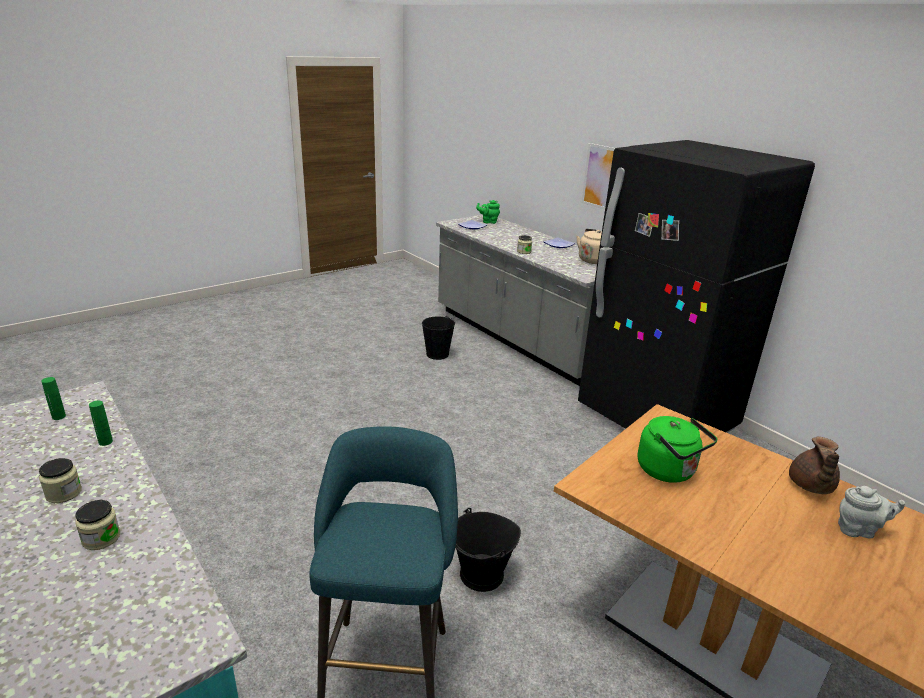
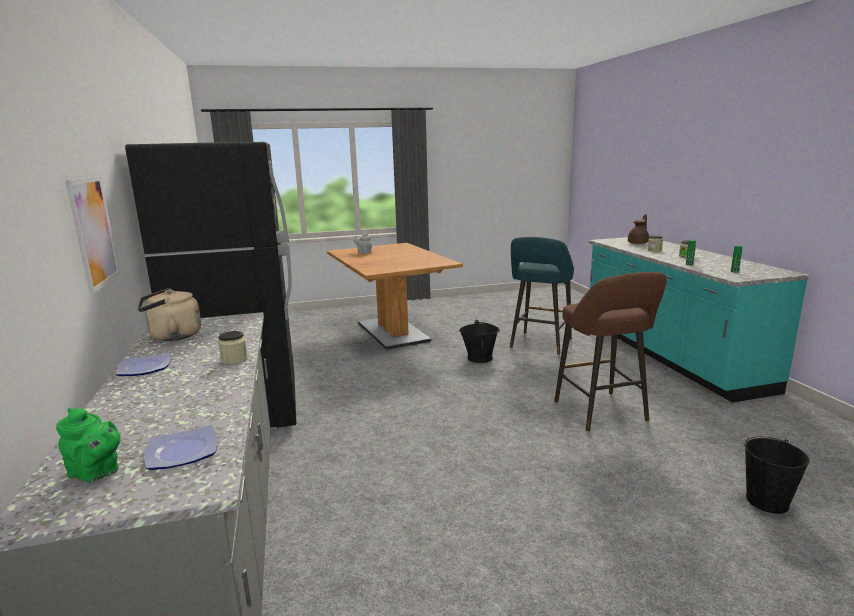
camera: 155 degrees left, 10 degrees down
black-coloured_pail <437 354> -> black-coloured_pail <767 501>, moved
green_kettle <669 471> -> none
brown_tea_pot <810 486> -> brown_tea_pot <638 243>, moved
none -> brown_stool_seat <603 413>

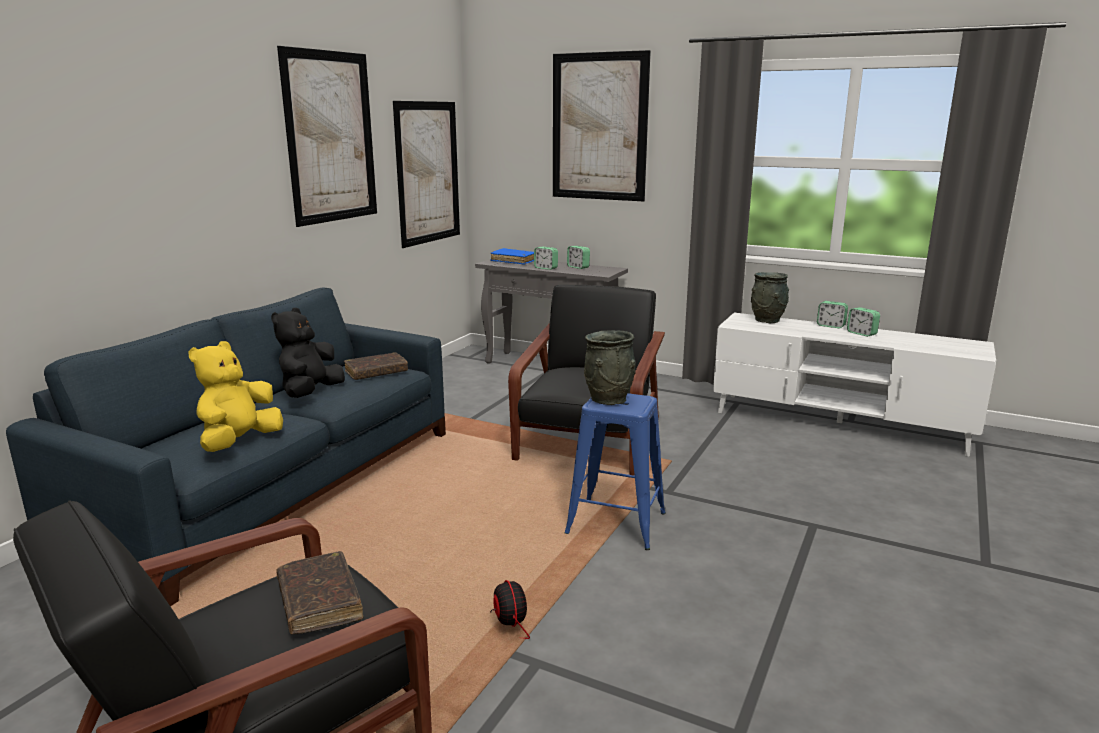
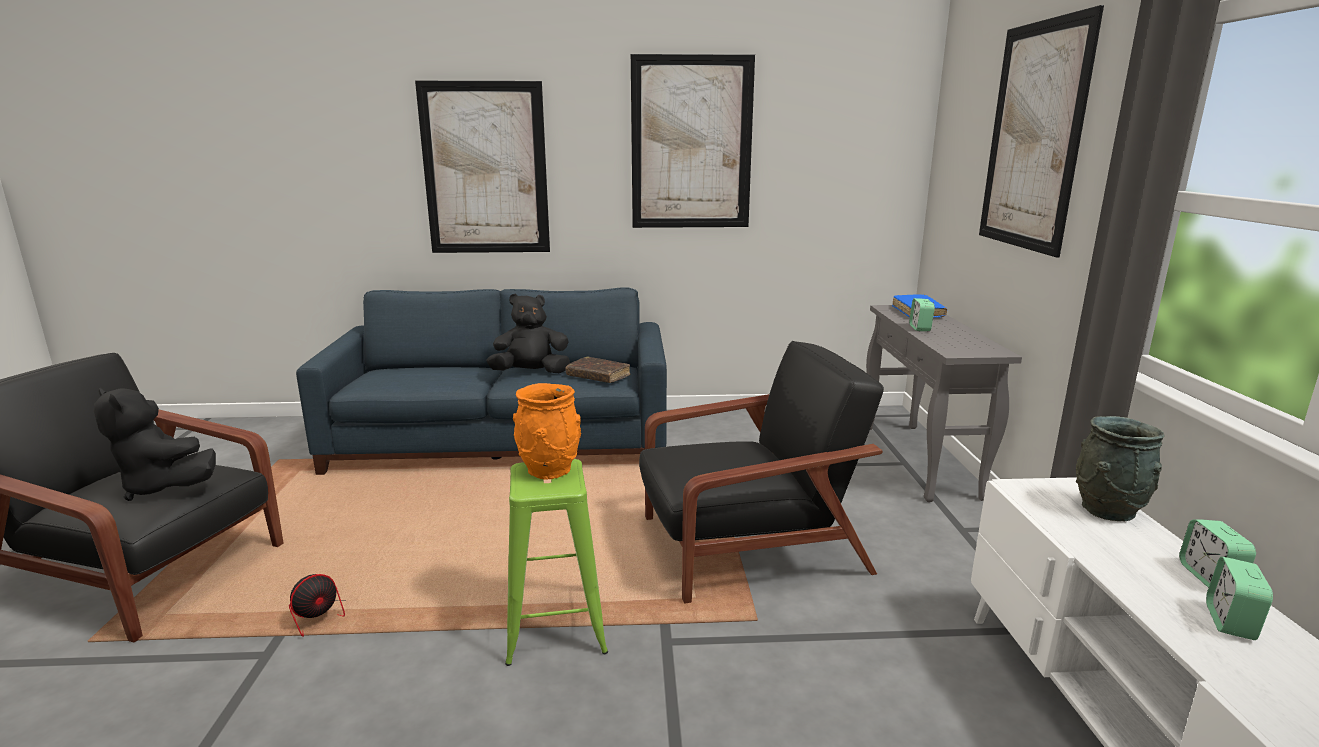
camera: 60 degrees right, 0 degrees up
yellowish_plush_toy <239 442> -> none
brown_book <319 602> -> black-coloured_plush_toy <164 487>
picture <428 173> -> picture <485 169>, moved
blue-coloured_stool_seat <617 524> -> green_stool_seat <555 625>
bedside_clock <578 267> -> none
gray_vase <609 399> -> orangey_vase <550 470>

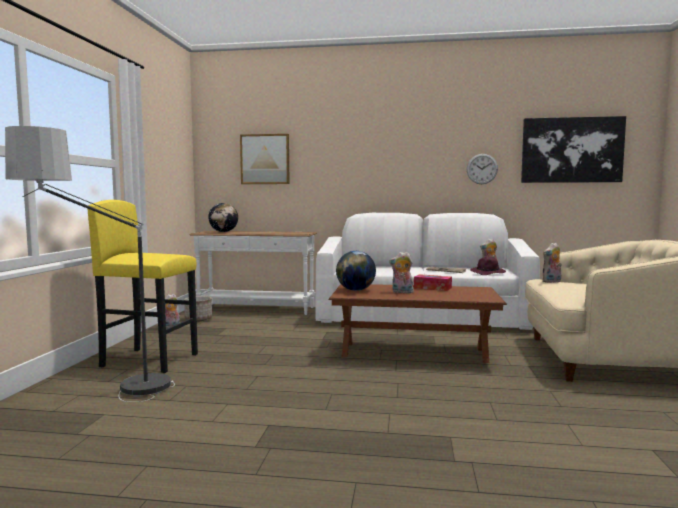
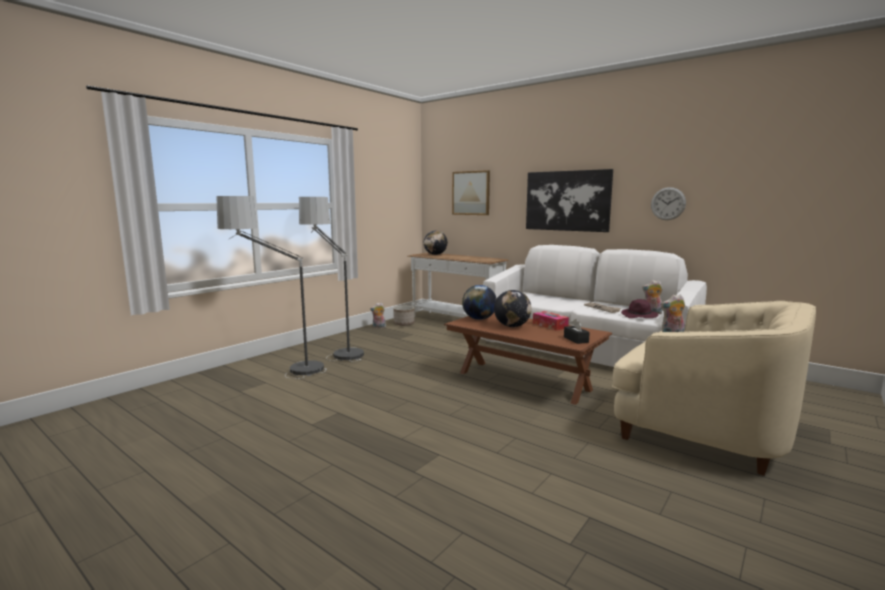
camera: 30 degrees right, 5 degrees up
yellowish_stool_seat <150 360> -> standard_lamp <334 351>
plush_toy <401 292> -> world_globe <512 326>
picture <571 150> -> picture <567 201>, moved
none -> black-coloured_box_of_tissues <576 339>

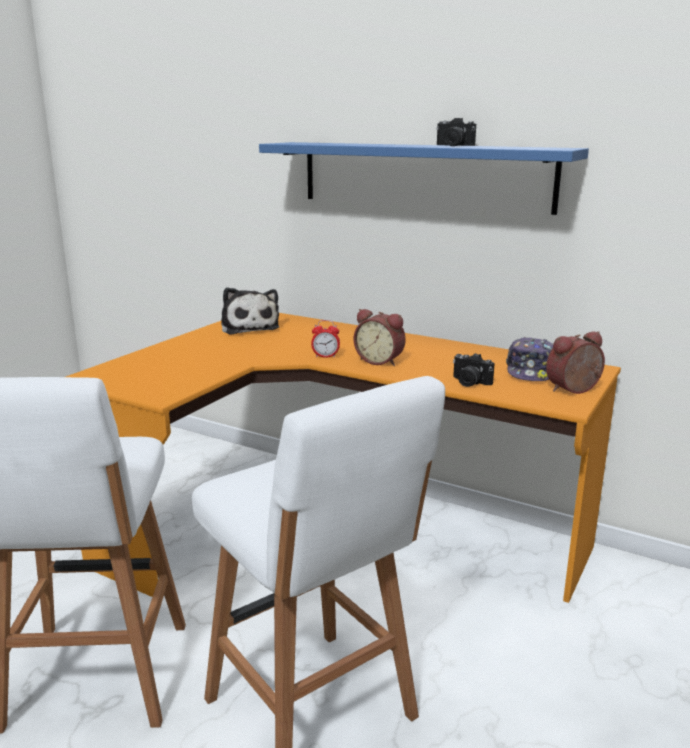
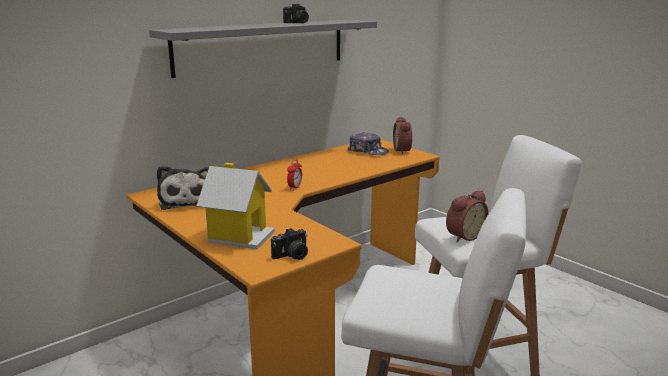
camera: 70 degrees left, 0 degrees up
plush_toy <249 327> -> plush_toy <186 201>, 75 degrees clockwise
blue-coloured_wall_shelf <422 175> -> gray_wall_shelf <263 46>
bedside_clock <380 361> -> bedside_clock <463 236>, moved
photo_camera <469 382> -> photo_camera <292 256>, moved
none -> toy_house <239 236>

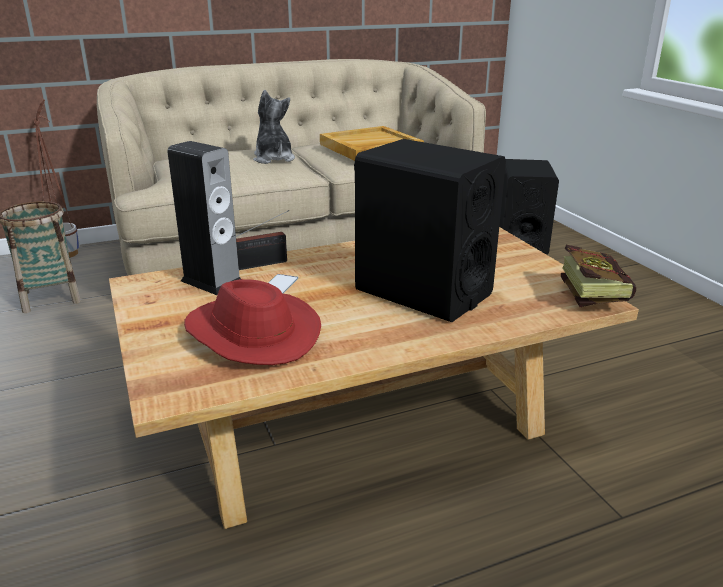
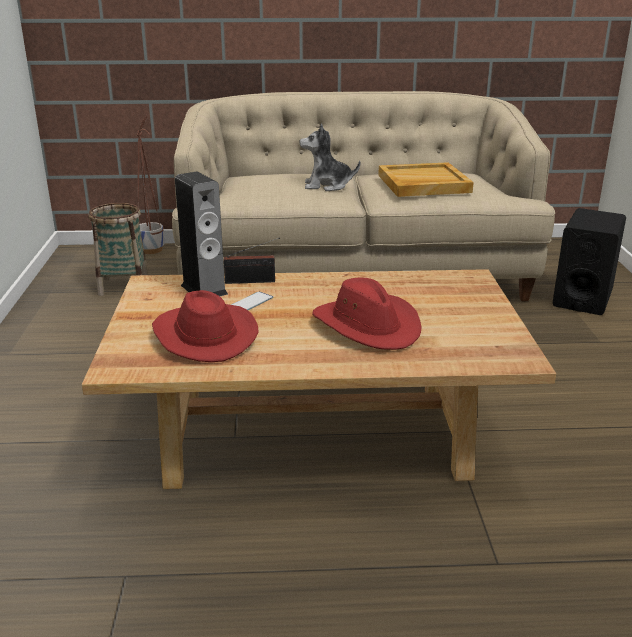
camera: 20 degrees right, 0 degrees up
plush_toy <273 159> -> plush_toy <327 186>, 90 degrees counterclockwise
black-coloured_speaker <422 292> -> reddish_clothing_hat <367 325>
book <589 293> -> none

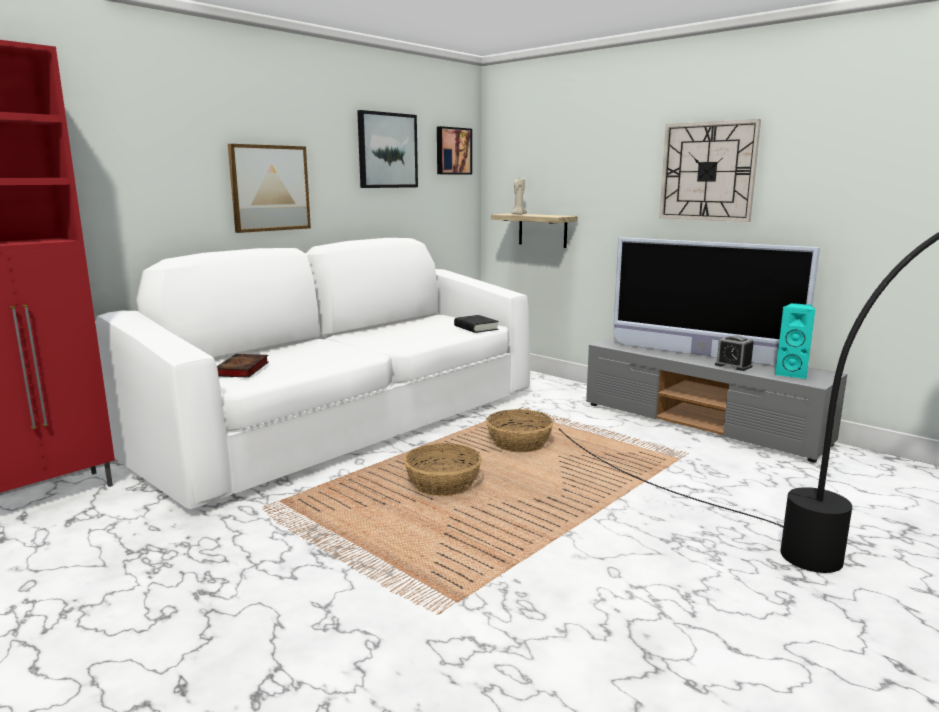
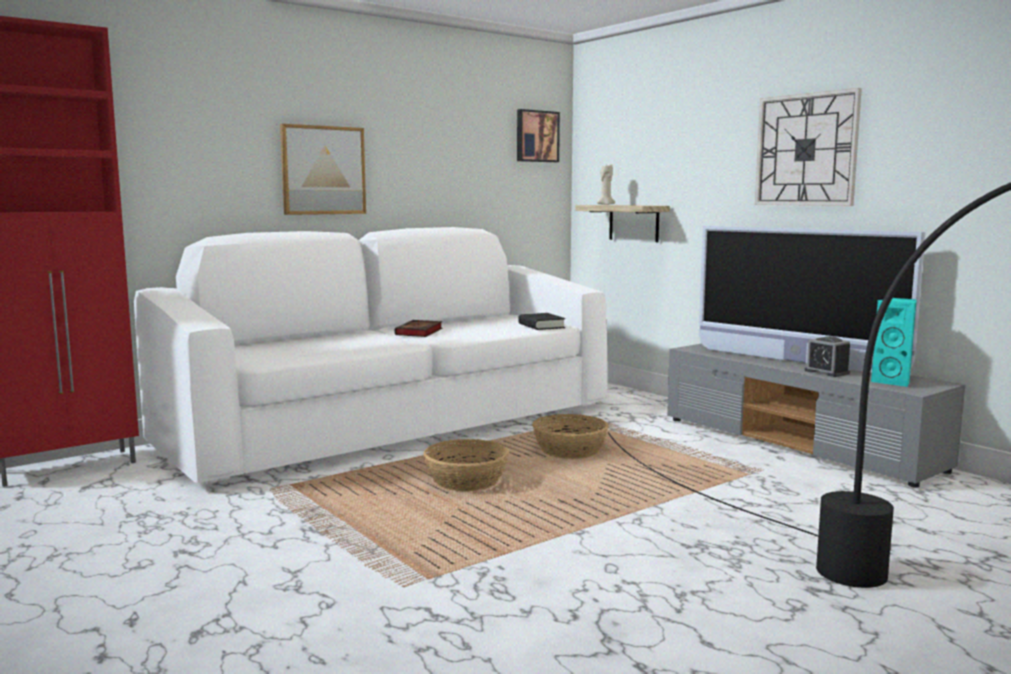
camera: 10 degrees right, 5 degrees down
book <242 370> -> book <419 332>, moved
picture <387 150> -> none

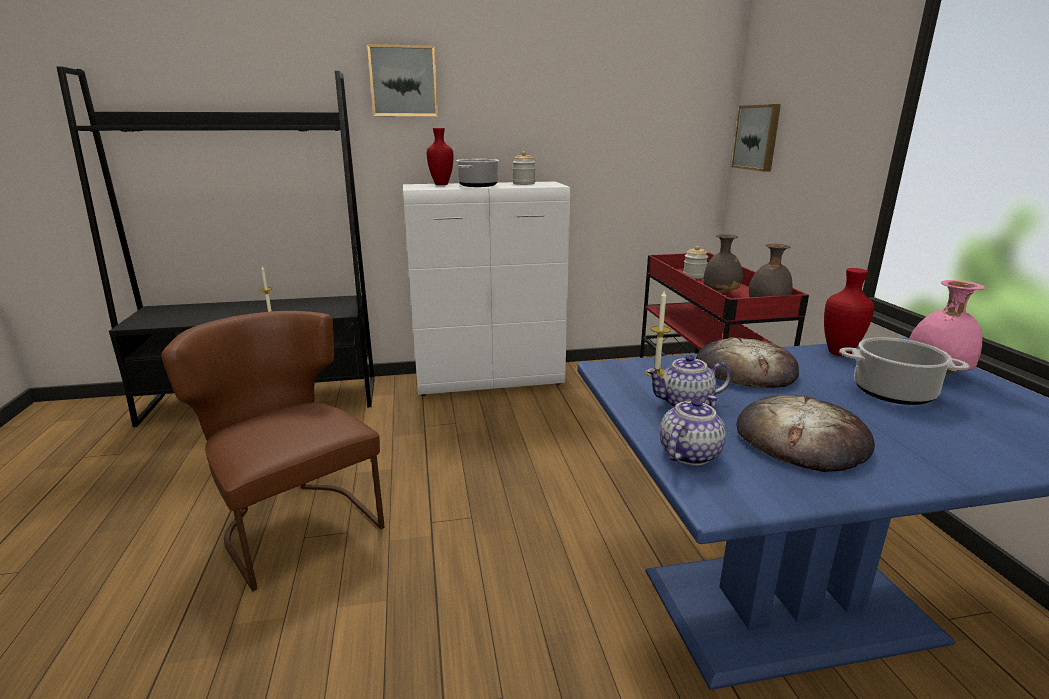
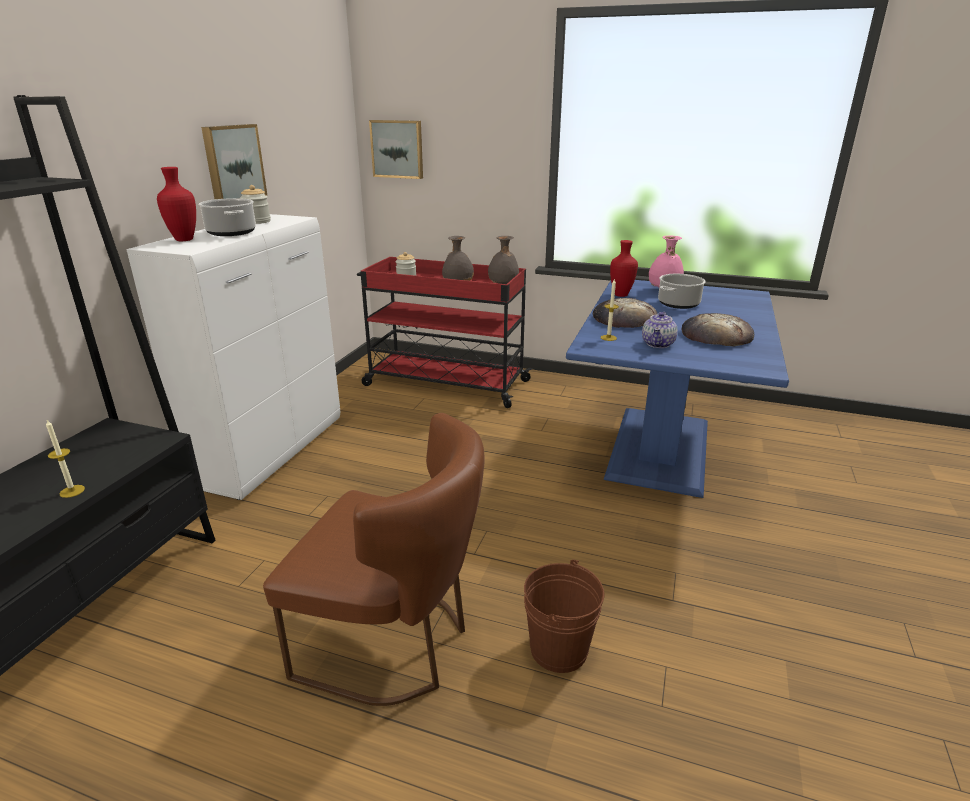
camera: 60 degrees left, 5 degrees up
brown_plain_chair <294 522> -> brown_plain_chair <395 643>, 150 degrees counterclockwise
picture <403 81> -> picture <233 163>, moved
tea_pot <689 453> -> none
none -> brown_pail <558 649>

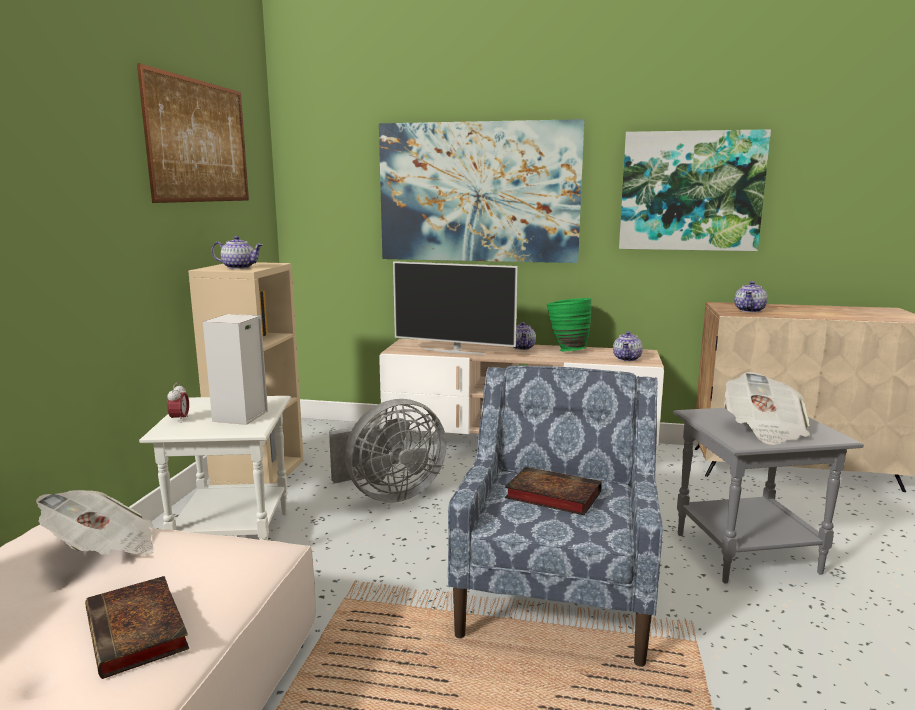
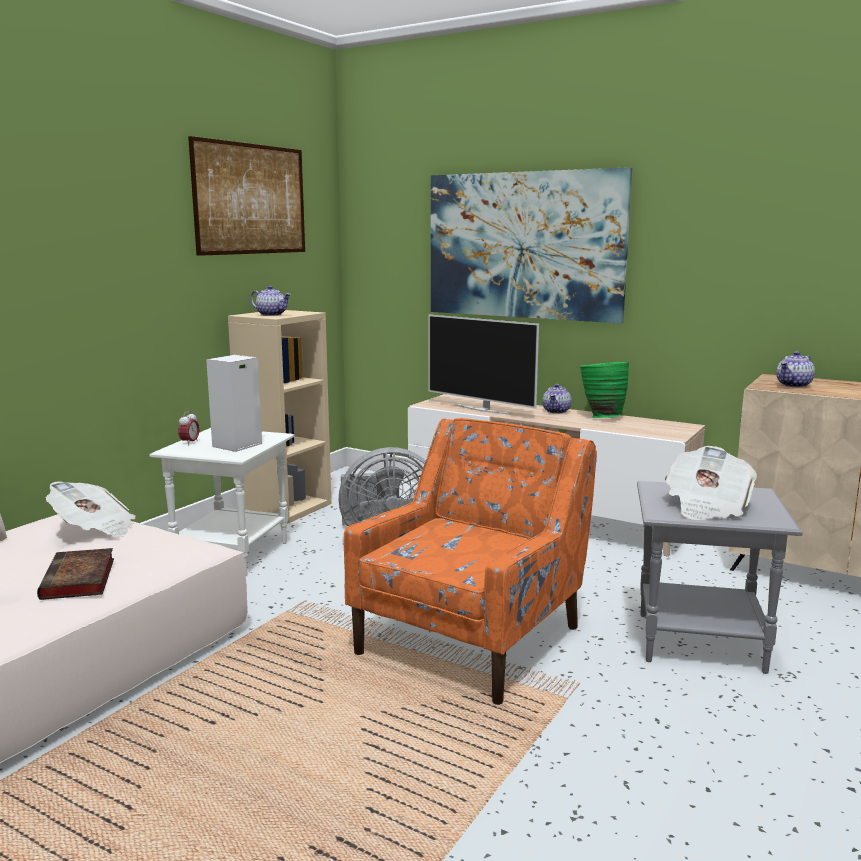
camera: 20 degrees right, 0 degrees up
blue-coloured_easy_chair <557 592> -> orangey_easy_chair <472 639>
book <550 495> -> none
tea_pot <627 359> -> none
picture <690 191> -> none

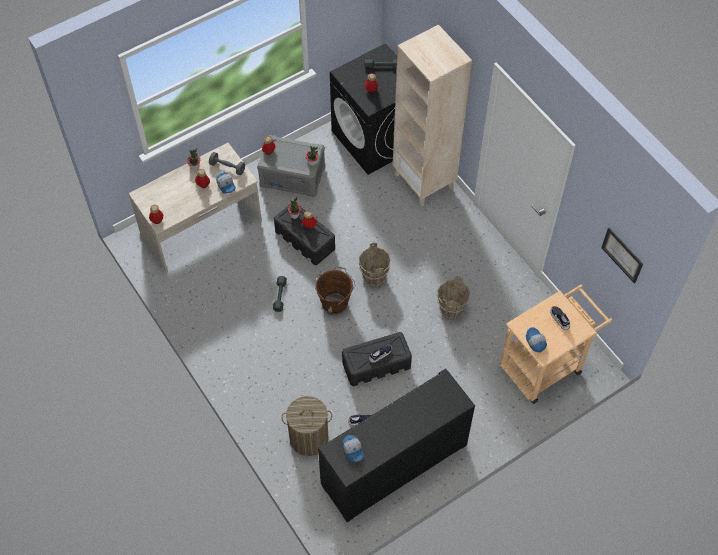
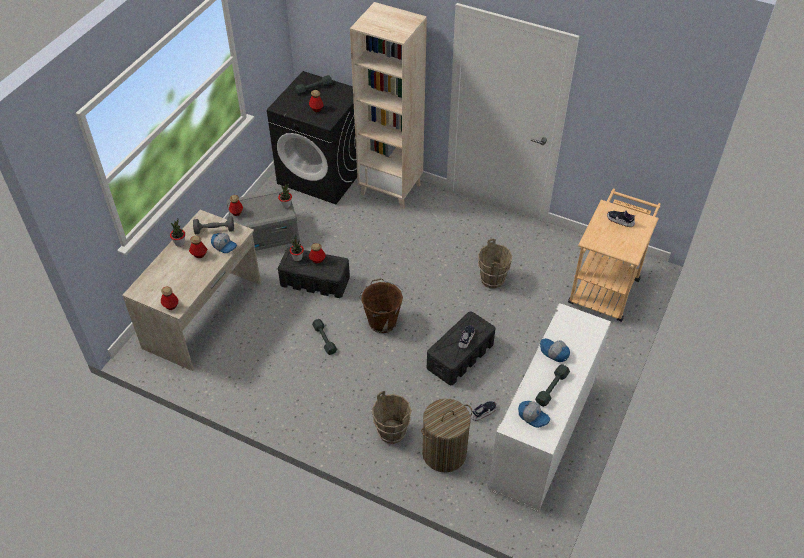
camera: 30 degrees left, 10 degrees down
black-coloured_cabinet <394 465> -> white_cabinet <542 435>
brown_pail <374 277> -> brown_pail <391 432>, moved
baseball_cap <535 342> -> baseball_cap <554 352>, moved
picture <622 255> -> none
none -> gray_free_weight <551 388>

